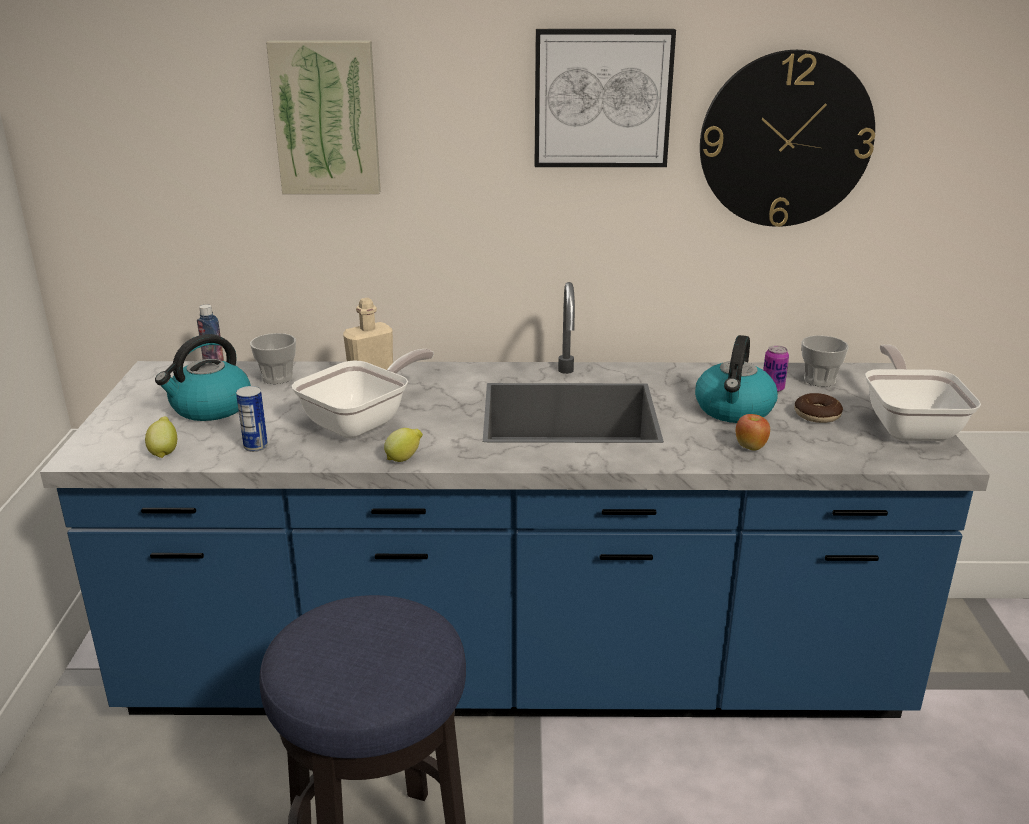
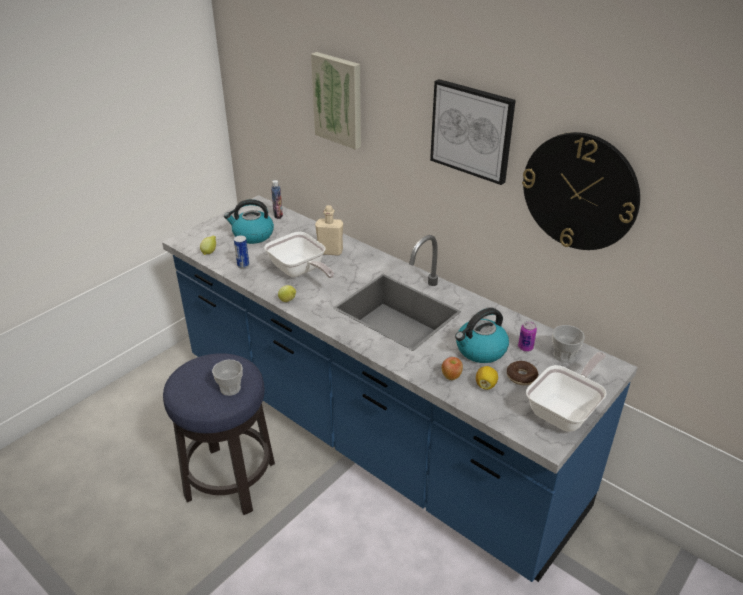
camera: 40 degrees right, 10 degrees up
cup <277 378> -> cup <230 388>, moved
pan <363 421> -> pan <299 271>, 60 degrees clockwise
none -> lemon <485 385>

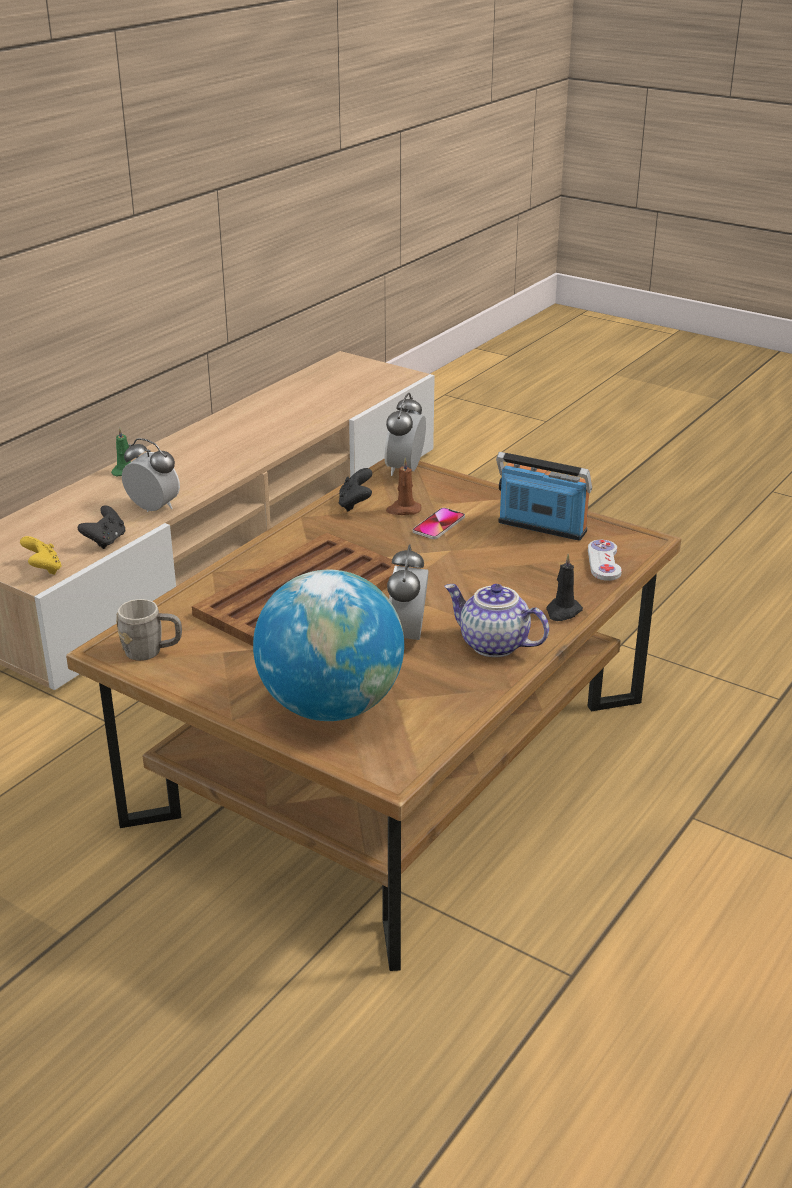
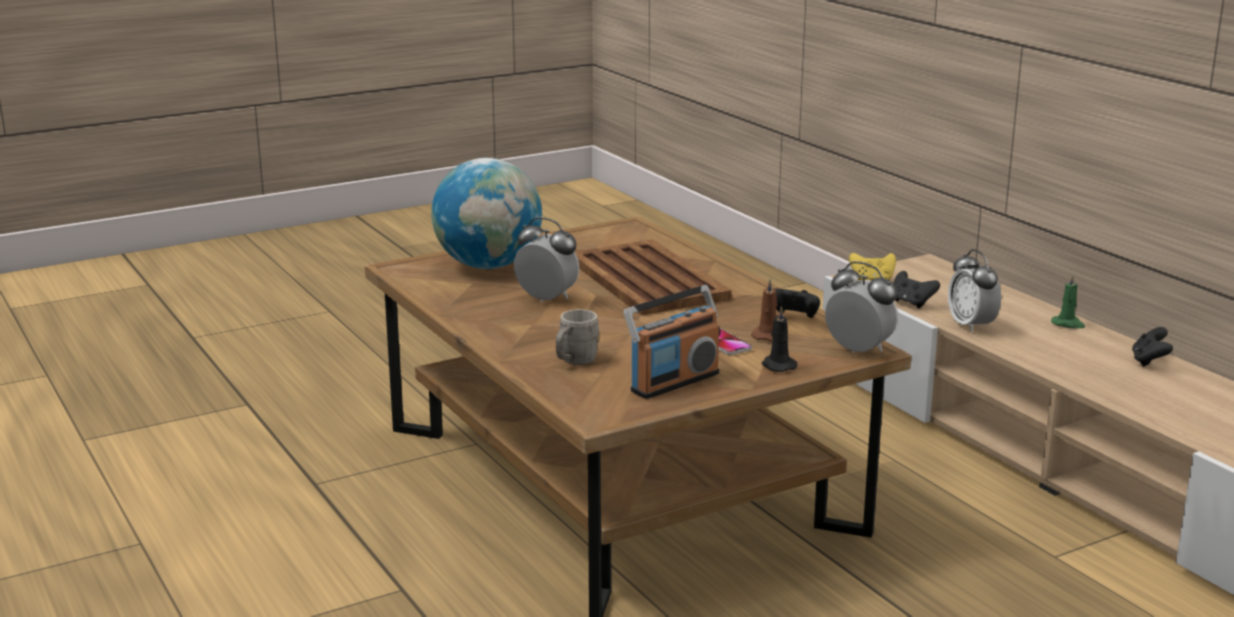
camera: 115 degrees right, 10 degrees down
gray_mug <151 652> -> gray_mug <574 361>, moved
bedside_clock <153 508> -> bedside_clock <971 325>, 105 degrees clockwise
tea_pot <492 645> -> none
black-coloured_wax_candle <562 611> -> black-coloured_wax_candle <777 366>, moved
white_joypad <604 562> -> none
none -> black-coloured_joypad <1149 361>

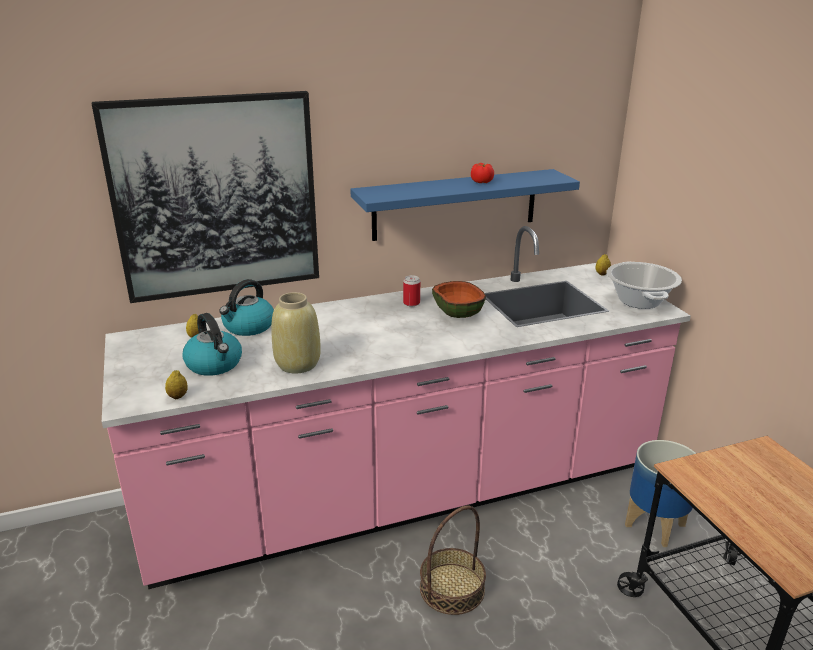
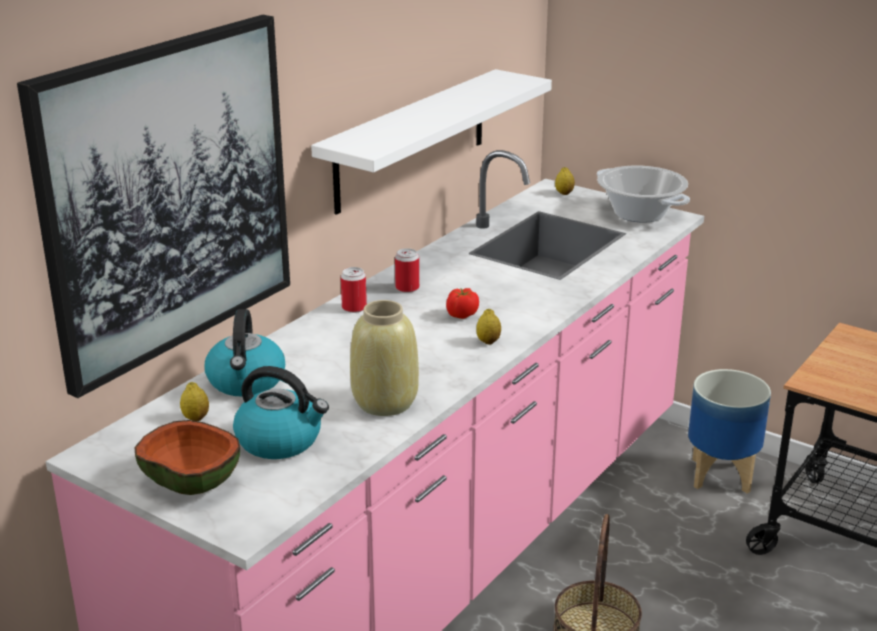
camera: 35 degrees left, 0 degrees up
lemon <178 396> -> lemon <488 341>, moved
blue-coloured_wall_shelf <455 204> -> white_wall_shelf <412 140>
serving_bowl <457 313> -> serving_bowl <190 483>, moved
fresh_tomato <481 182> -> fresh_tomato <462 315>, moved
none -> metal_can <354 308>

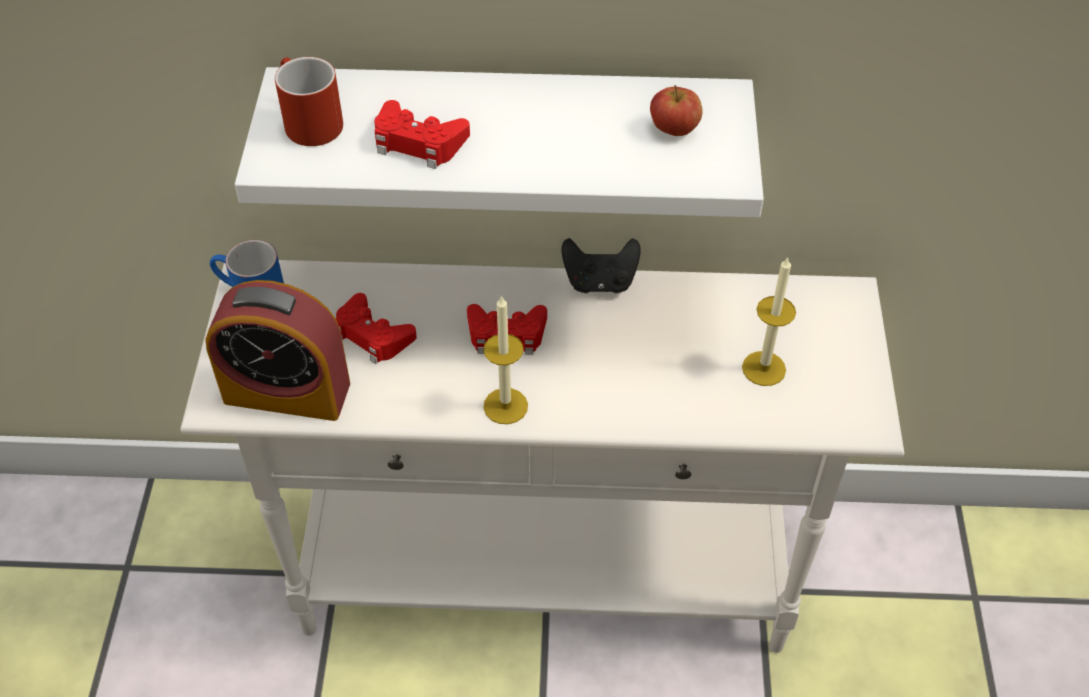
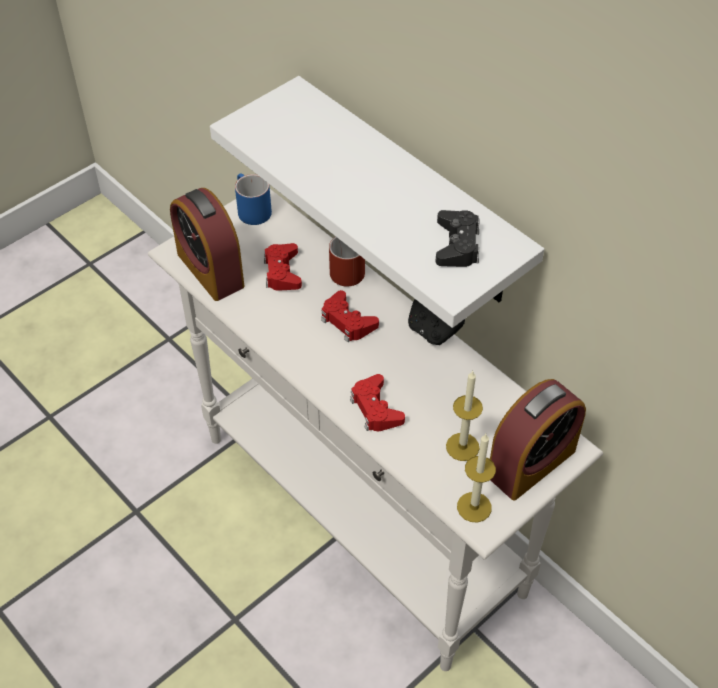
camera: 45 degrees right, 0 degrees up
reddish_mug <306 121> -> reddish_mug <347 268>, moved
reddish_joypad <418 142> -> reddish_joypad <375 409>, moved
wax_candle <505 406> -> wax_candle <474 507>, moved
apple_fruit <674 130> -> black-coloured_joypad <457 245>
none -> bedside_clock <531 463>

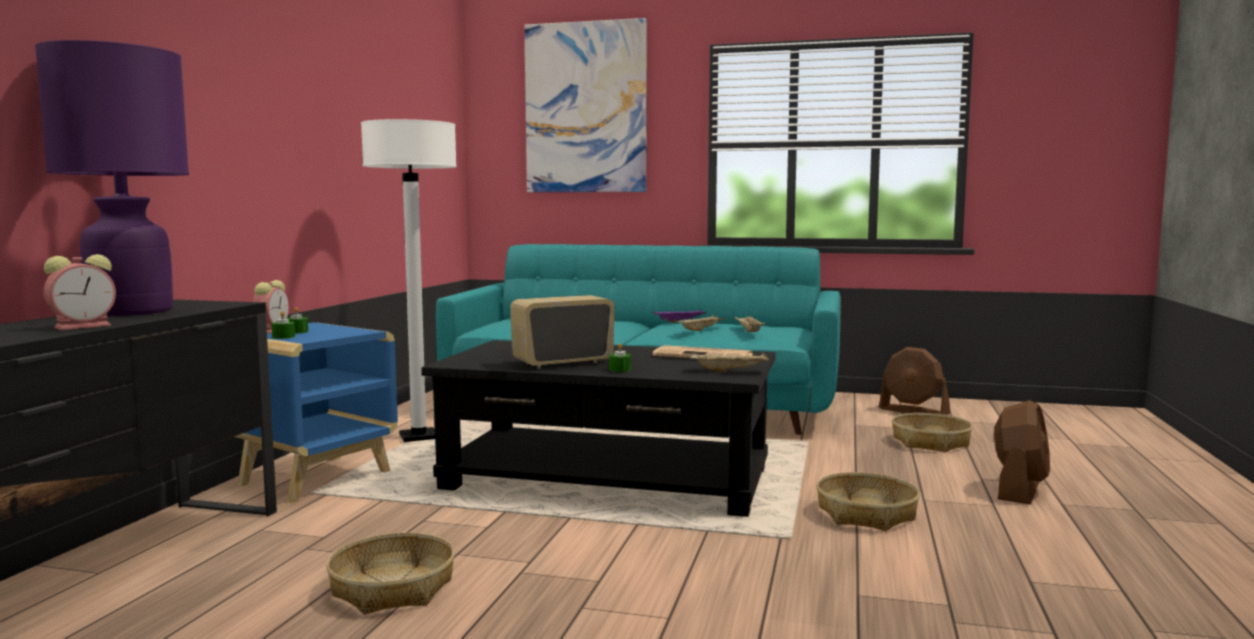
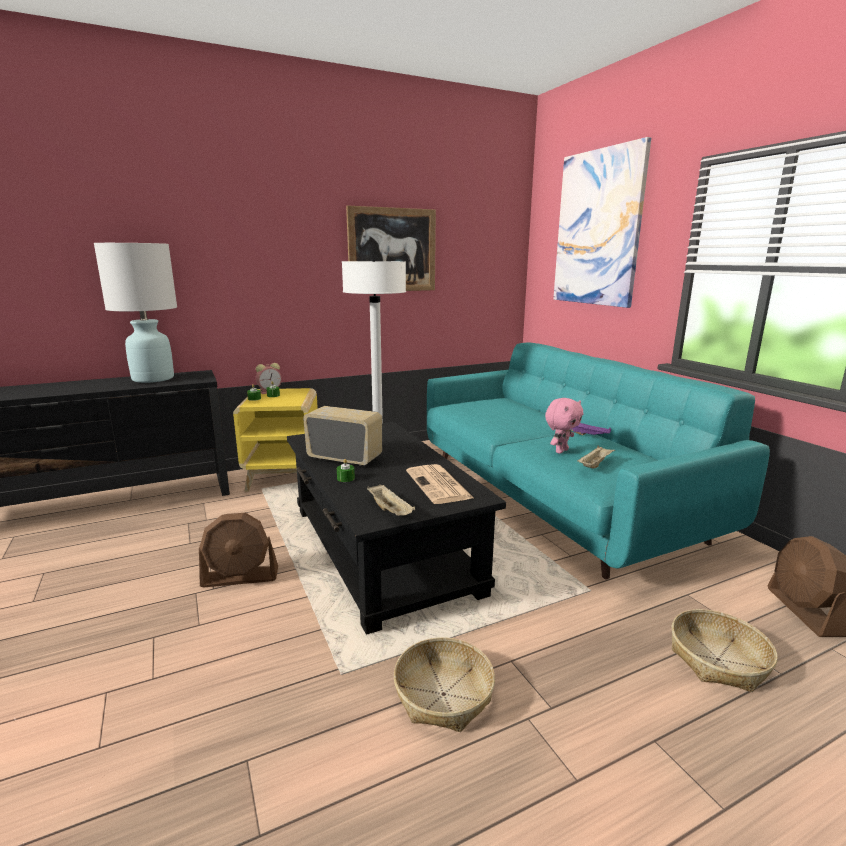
camera: 50 degrees right, 10 degrees up
purplish_lamp_for_a_table <131 311> -> white_lamp_for_a_table <153 378>
bedside_clock <85 326> -> none
blue-coloured_accent_table <317 477> -> yellowish_accent_table <285 479>
basket <393 588> -> none
sand-coloured_serving_tray <701 330> -> pink-coloured_plush_toy <561 451>
brown_fan <1019 489> -> brown_fan <240 577>, moved
none -> picture <392 250>

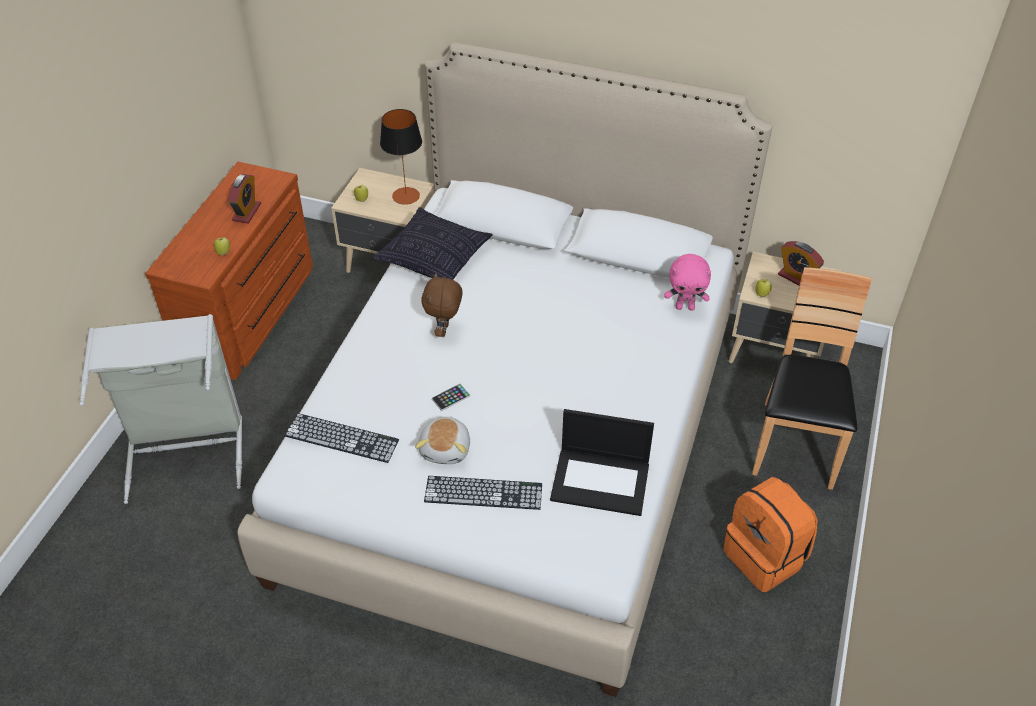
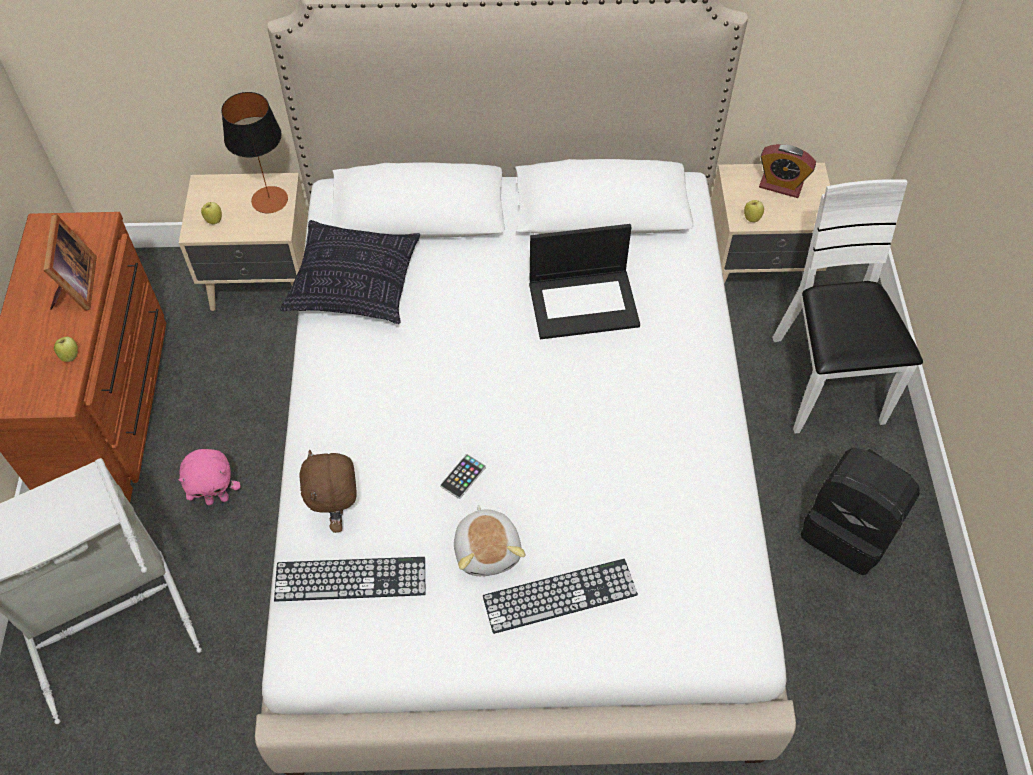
camera: 20 degrees left, 10 degrees up
bedside_clock <246 212> -> standing_frame <76 287>
brown_plush_toy <444 330> -> brown_plush_toy <338 513>, moved
portable_computer <601 481> -> portable_computer <584 303>, moved
pink-coloured_plush_toy <685 307> -> pink-coloured_plush_toy <217 498>, moved
orangey_rucksack <765 557> -> black-coloured_rucksack <849 530>
brown_plain_chair <795 445> -> white_plain_chair <825 382>

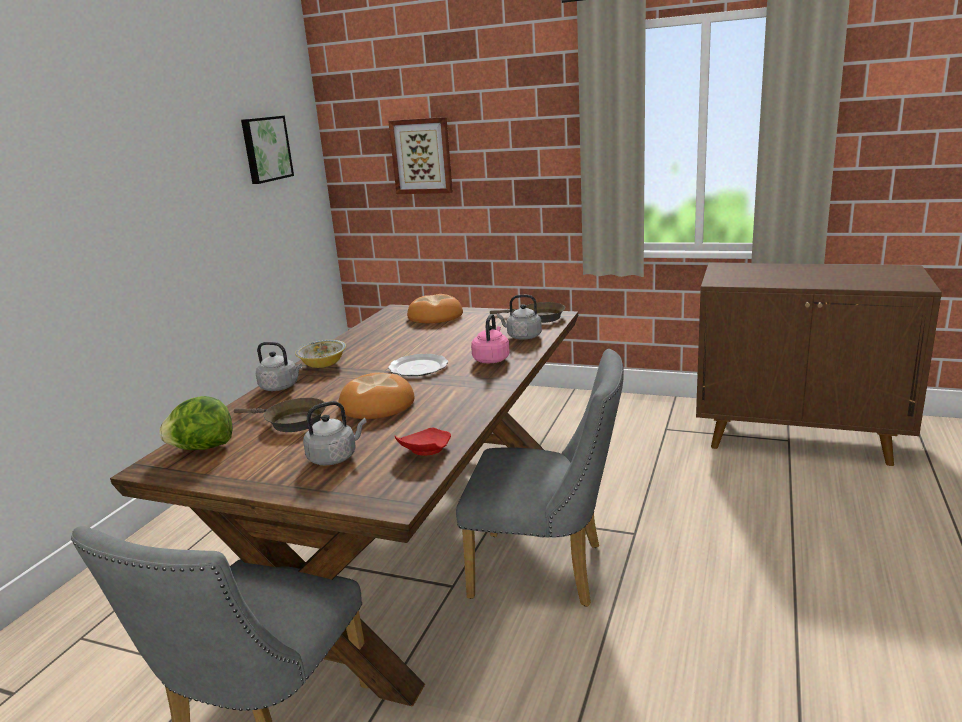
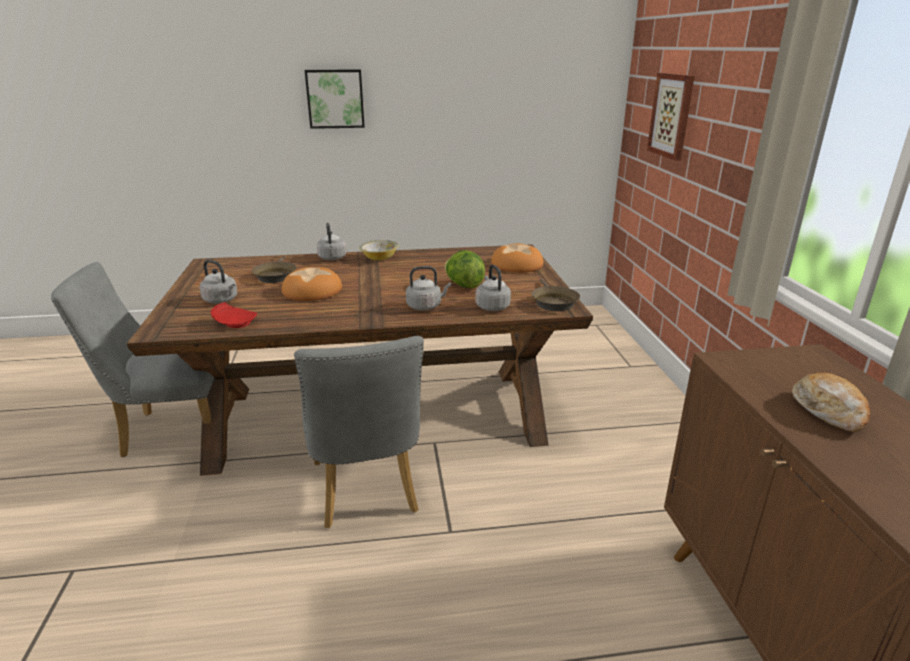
camera: 60 degrees right, 5 degrees up
lettuce <203 448> -> lettuce <463 285>, moved
picture <265 149> -> picture <335 99>, moved
plate <419 367> -> none
pink-coloured_kettle <491 359> -> gray_kettle <425 306>
none -> baked_bread <828 411>

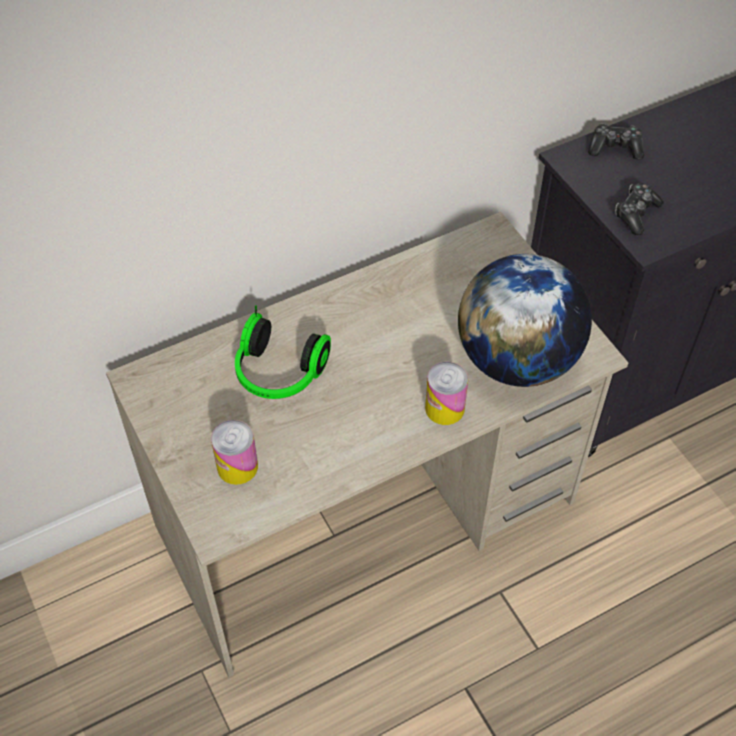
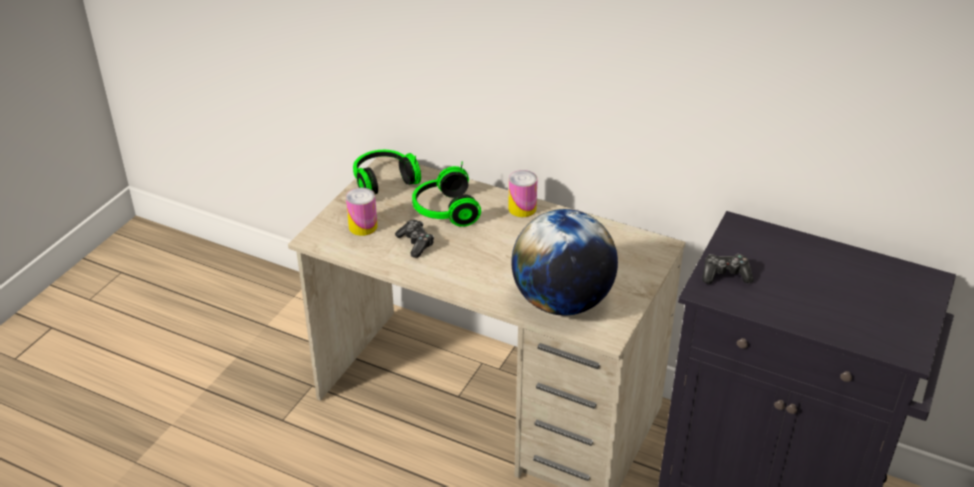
camera: 55 degrees right, 15 degrees down
metal_can <444 408> -> metal_can <522 208>, moved
joypad <615 148> -> joypad <416 243>, moved
none -> pair_of_headphones <383 181>

